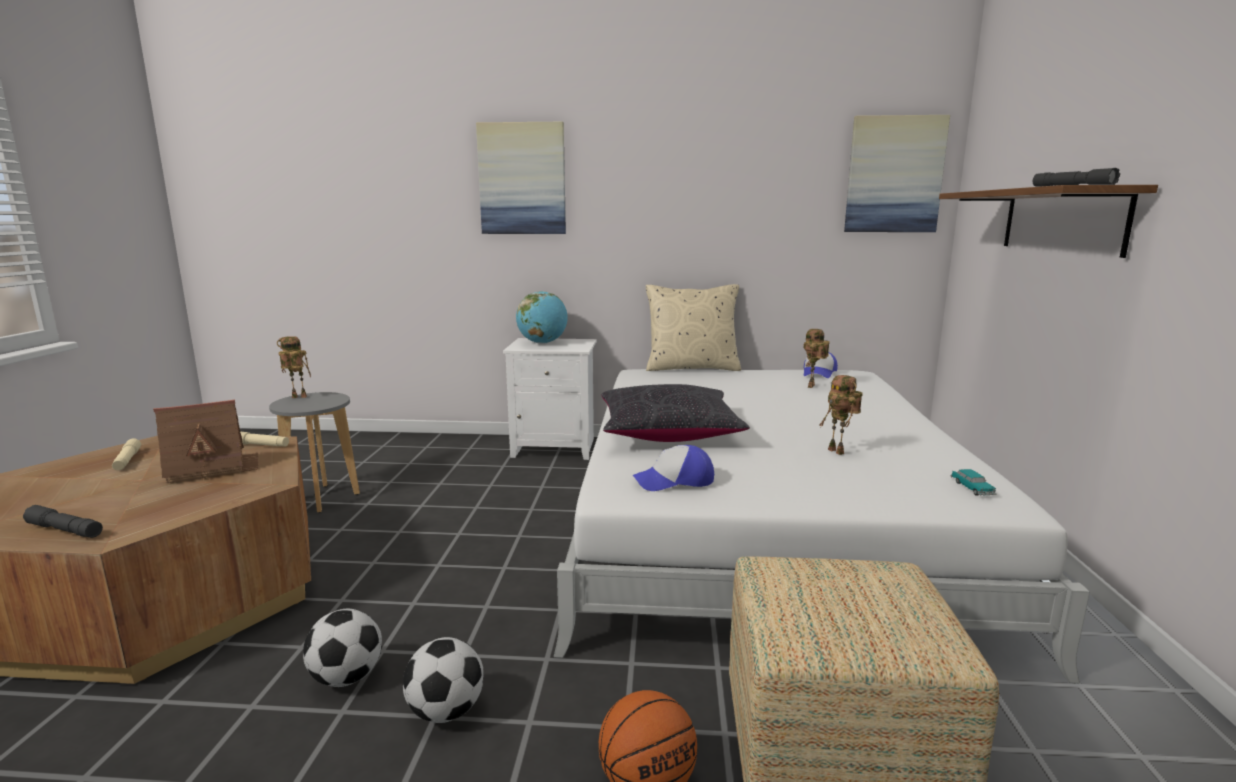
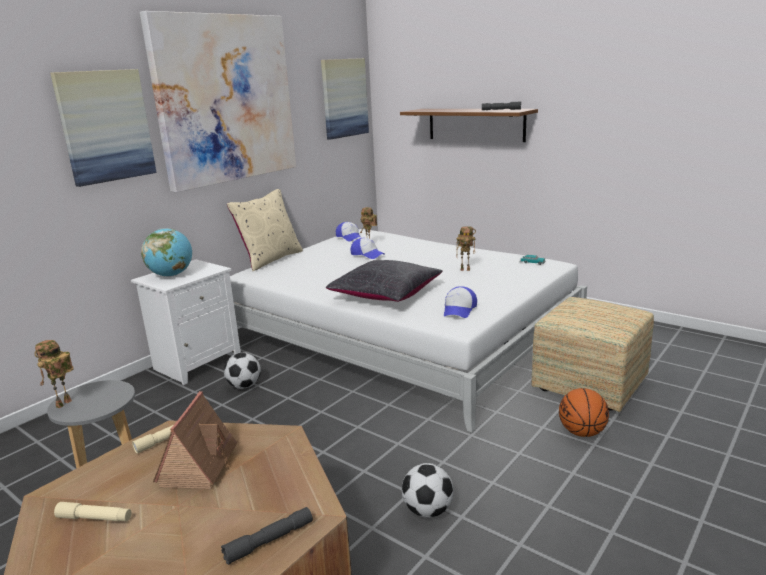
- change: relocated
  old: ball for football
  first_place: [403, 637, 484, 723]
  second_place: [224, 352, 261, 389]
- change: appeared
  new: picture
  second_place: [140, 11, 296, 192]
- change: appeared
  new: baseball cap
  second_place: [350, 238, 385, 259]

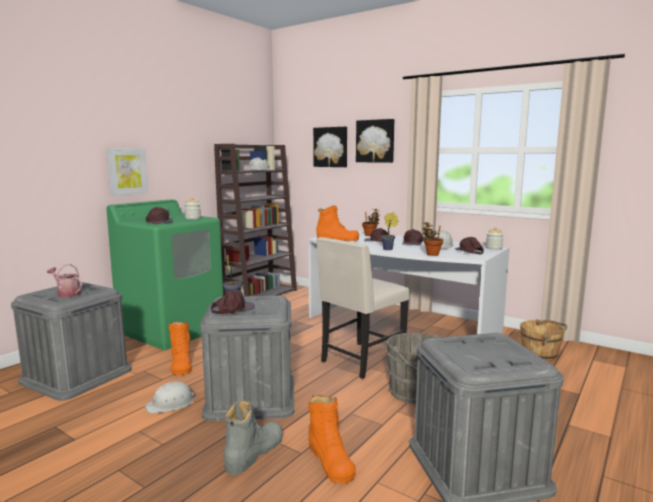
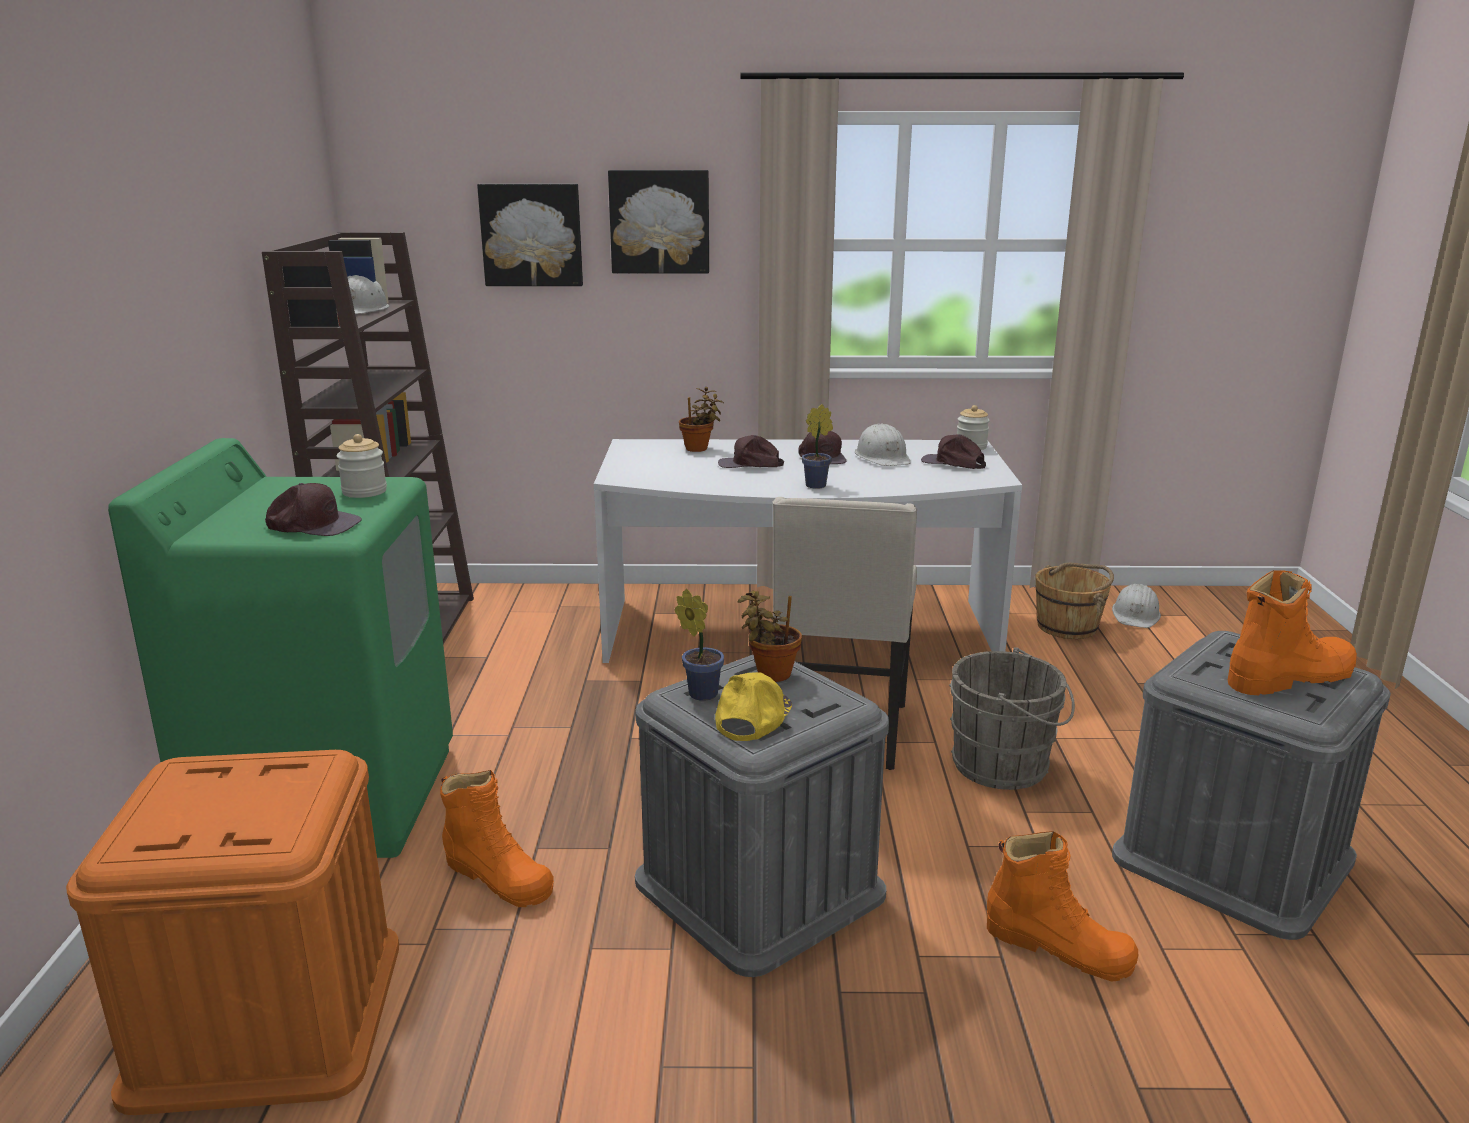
- change: colour
  old: storage bin (greyish)
  new: storage bin (orange)
  first_place: [11, 282, 132, 401]
  second_place: [66, 750, 399, 1115]
- change: missing
  old: sprinkling can
  first_place: [47, 264, 82, 297]
- change: missing
  old: picture
  first_place: [106, 148, 148, 196]
- change: relocated
  old: hard hat (whitish)
  first_place: [145, 381, 195, 414]
  second_place: [1112, 584, 1161, 628]
- change: colour
  old: baseball cap (brown-coloured)
  new: baseball cap (yellow)
  first_place: [211, 290, 255, 314]
  second_place: [715, 672, 792, 741]
- change: missing
  old: high-top boot (greyish)
  first_place: [224, 400, 283, 475]
- change: relocated
  old: high-top boot (orange)
  first_place: [316, 205, 359, 241]
  second_place: [1228, 570, 1357, 695]
- change: relocated
  old: houseplant
  first_place: [423, 222, 443, 256]
  second_place: [738, 591, 802, 682]

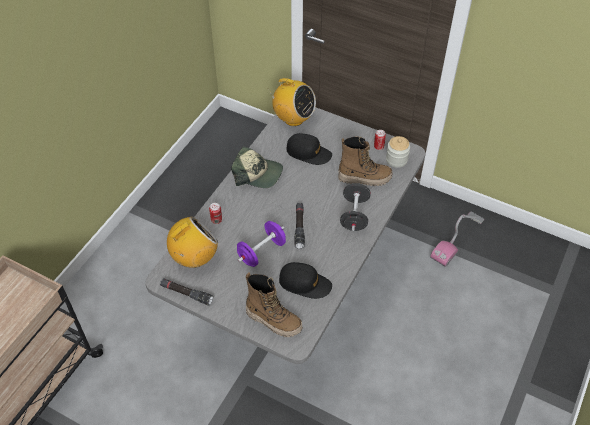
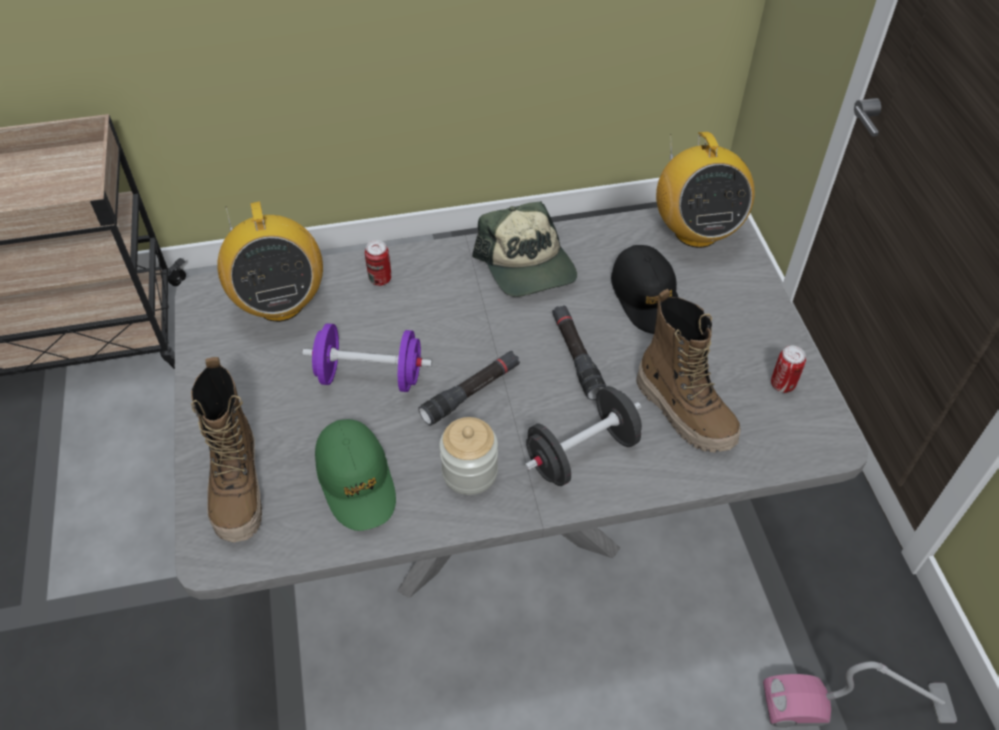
- change: relocated
  old: hand torch (black)
  first_place: [160, 278, 213, 305]
  second_place: [552, 305, 606, 400]
- change: spun
  old: radio set
  first_place: [167, 216, 218, 268]
  second_place: [217, 201, 323, 322]
  degrees: 60
- change: colour
  old: baseball cap (black)
  new: baseball cap (green-coloured)
  first_place: [279, 262, 332, 299]
  second_place: [315, 419, 396, 531]
- change: relocated
  old: storage jar
  first_place: [386, 136, 410, 168]
  second_place: [439, 417, 498, 495]

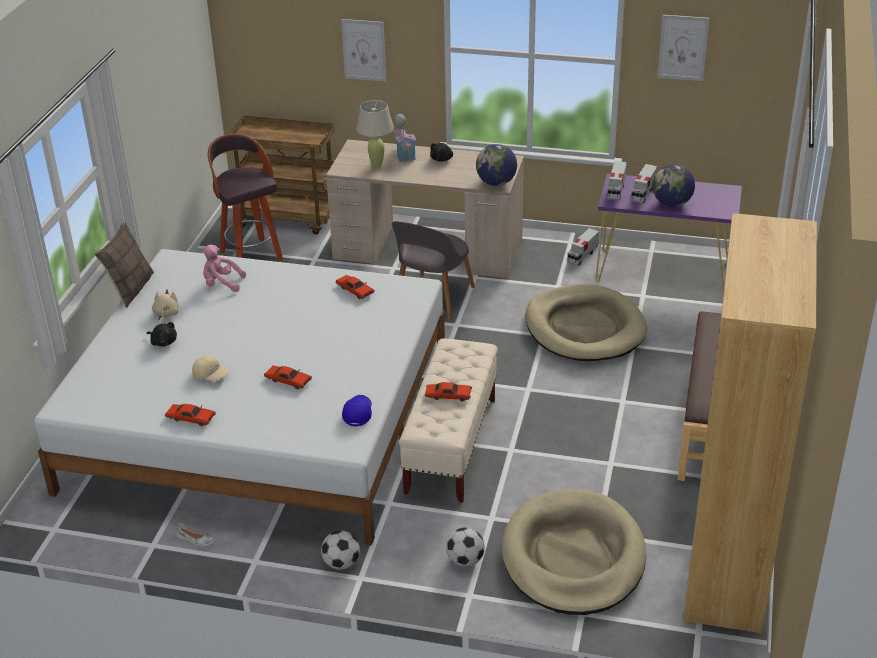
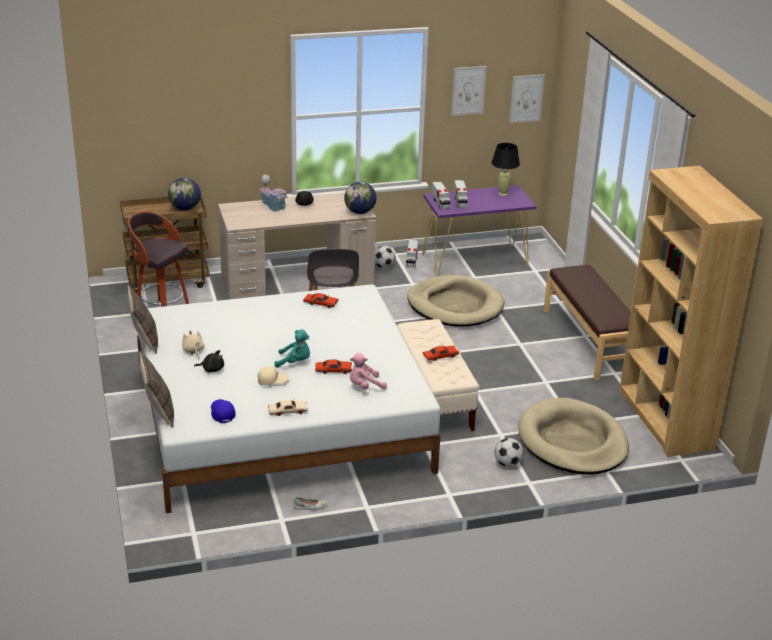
- change: colour
  old: miniature car (red)
  new: miniature car (sand-coloured)
  first_place: [165, 404, 216, 426]
  second_place: [268, 399, 308, 416]
- change: relocated
  old: soft toy (pinkish)
  first_place: [202, 244, 246, 292]
  second_place: [350, 353, 387, 390]
- change: relocated
  old: ball for football
  first_place: [321, 530, 360, 570]
  second_place: [375, 246, 395, 268]
- change: relocated
  old: picture
  first_place: [341, 19, 386, 81]
  second_place: [509, 74, 545, 123]
- change: relocated
  old: baseball cap (bluish)
  first_place: [342, 395, 372, 427]
  second_place: [211, 399, 236, 423]
- change: missing
  old: table lamp (sand-coloured)
  first_place: [356, 100, 394, 170]
- change: relocated
  old: globe
  first_place: [653, 164, 695, 207]
  second_place: [168, 178, 201, 211]
- change: appeared
  new: throw pillow
  second_place: [139, 351, 174, 427]
- change: appeared
  new: soft toy (blue-green)
  second_place: [275, 329, 310, 368]
- change: appeared
  new: table lamp (black)
  second_place: [492, 143, 520, 196]

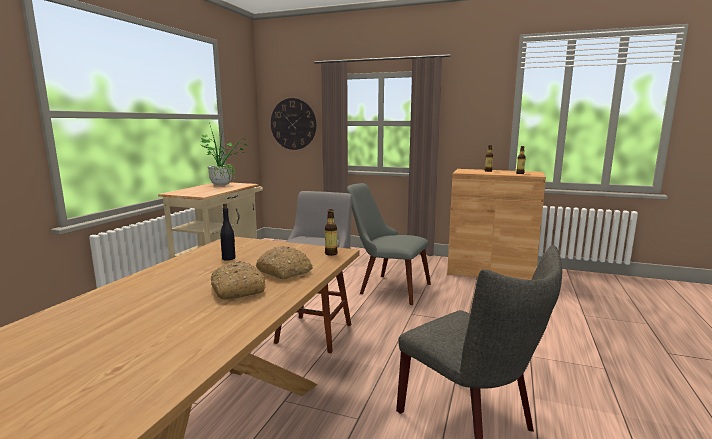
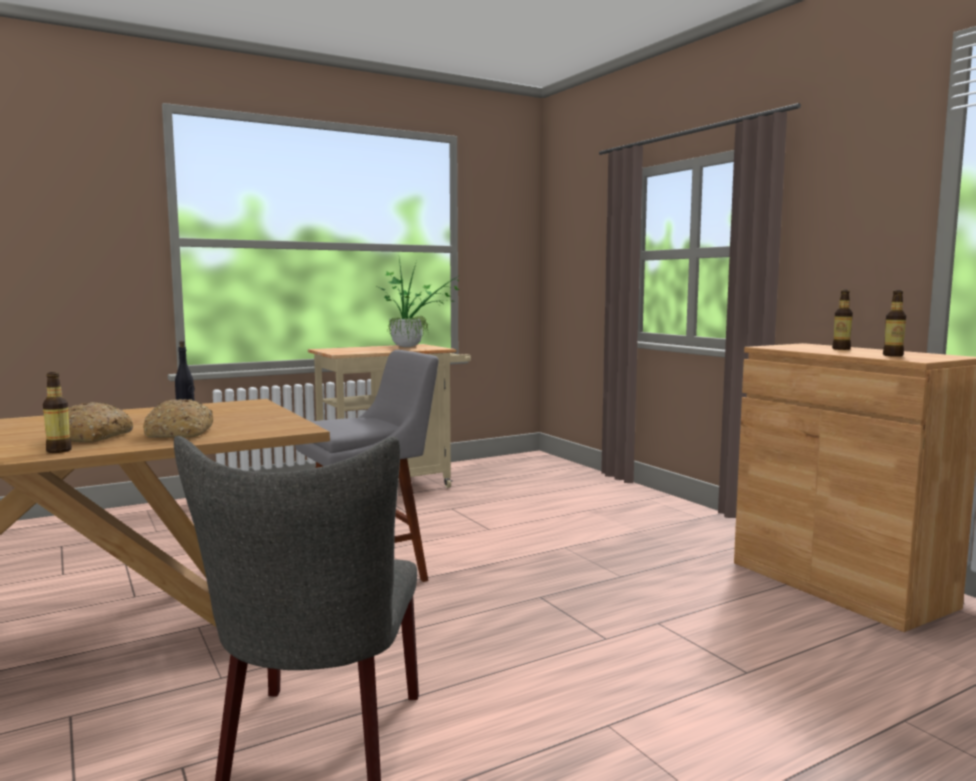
- change: missing
  old: clock on the wall
  first_place: [271, 98, 316, 150]
- change: relocated
  old: drink bottle
  first_place: [325, 209, 338, 256]
  second_place: [43, 372, 72, 453]
- change: missing
  old: upright chair (greyish)
  first_place: [347, 183, 431, 305]

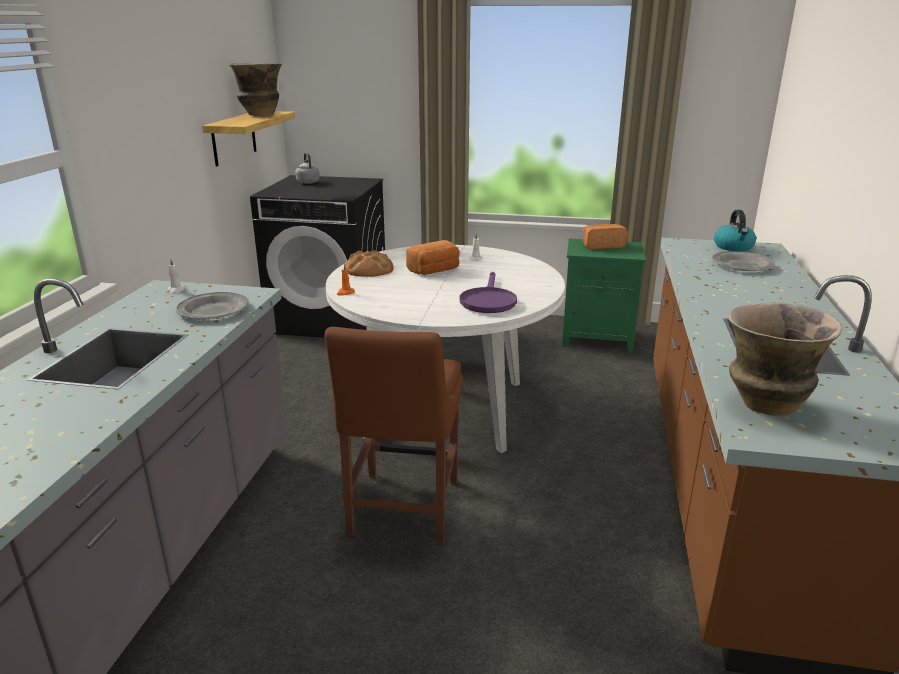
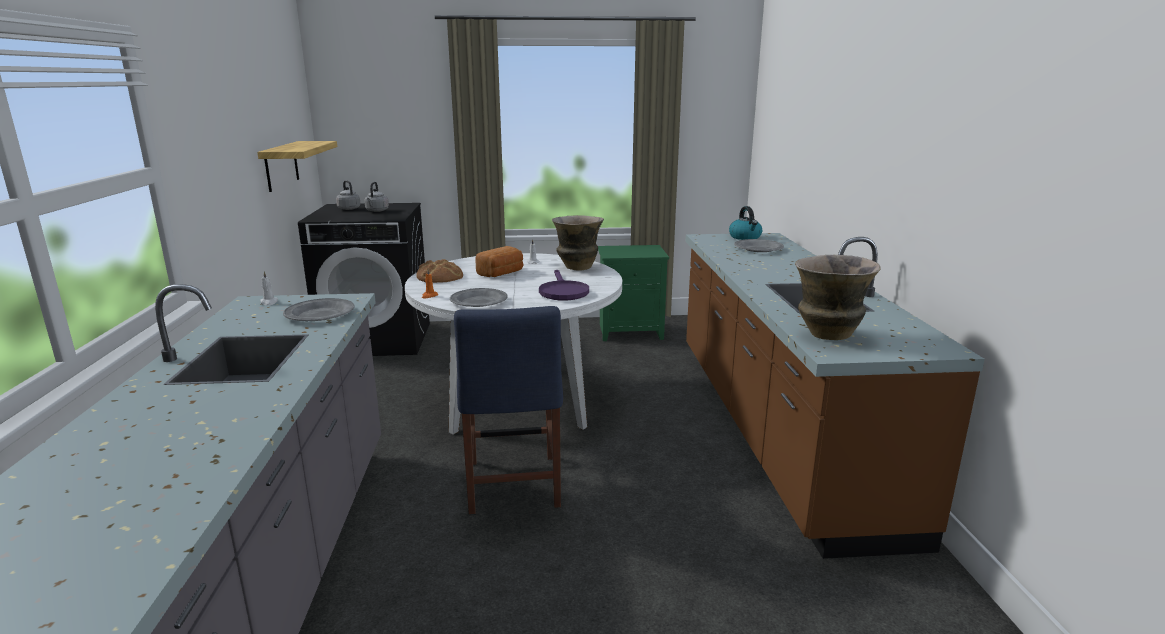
- change: relocated
  old: flower vase
  first_place: [229, 63, 282, 116]
  second_place: [552, 215, 604, 271]
- change: colour
  old: upright chair (brown-coloured)
  new: upright chair (bluish)
  first_place: [324, 327, 463, 544]
  second_place: [454, 306, 563, 514]
- change: missing
  old: bakery bread
  first_place: [583, 224, 628, 249]
- change: appeared
  new: water kettle (greyish)
  second_place: [364, 182, 389, 212]
- change: appeared
  new: plate (greyish)
  second_place: [450, 288, 508, 307]

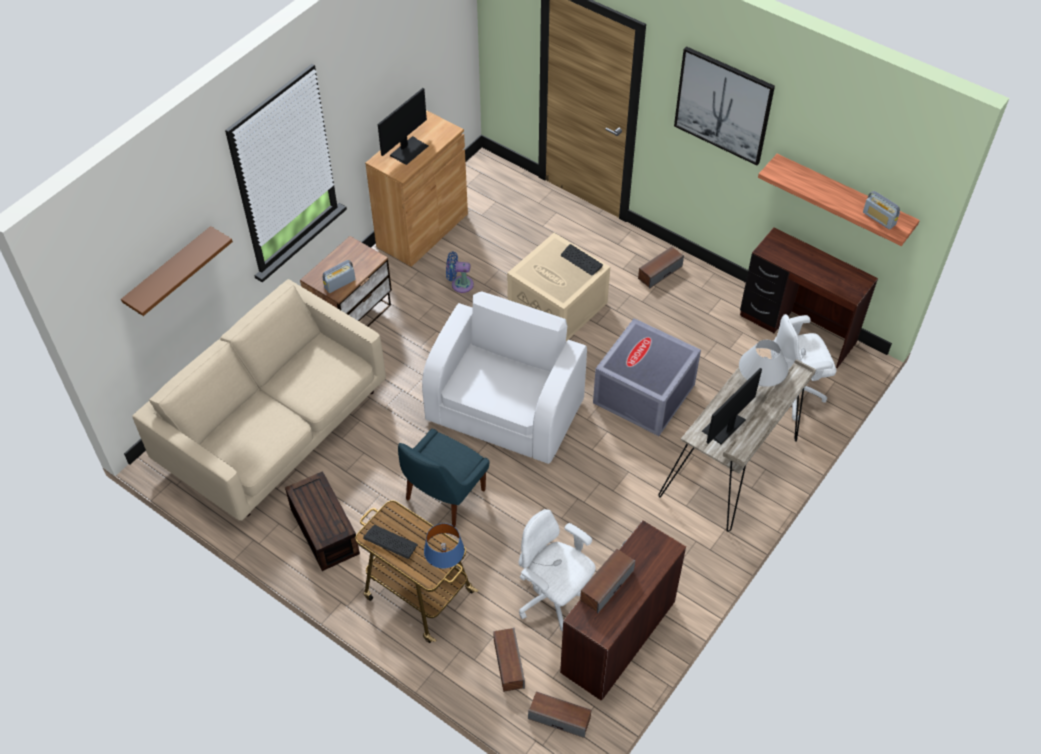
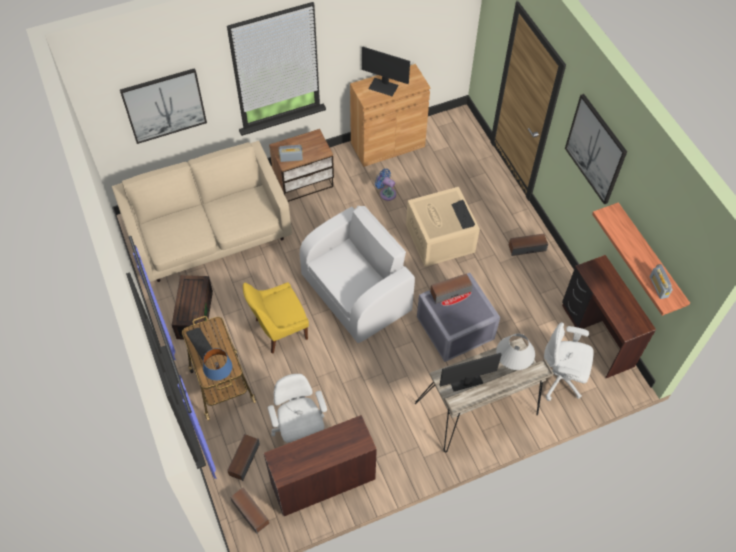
- change: exchanged
  old: bracket shelf (brown-coloured)
  new: picture
  first_place: [121, 226, 233, 316]
  second_place: [120, 68, 207, 144]
- change: spun
  old: computer display
  first_place: [378, 88, 429, 165]
  second_place: [362, 46, 410, 96]
  degrees: 45
- change: colour
  old: upright chair (bluish)
  new: upright chair (yellow)
  first_place: [398, 429, 489, 527]
  second_place: [243, 282, 309, 354]
- change: relocated
  old: loudspeaker
  first_place: [580, 549, 635, 613]
  second_place: [430, 273, 473, 304]

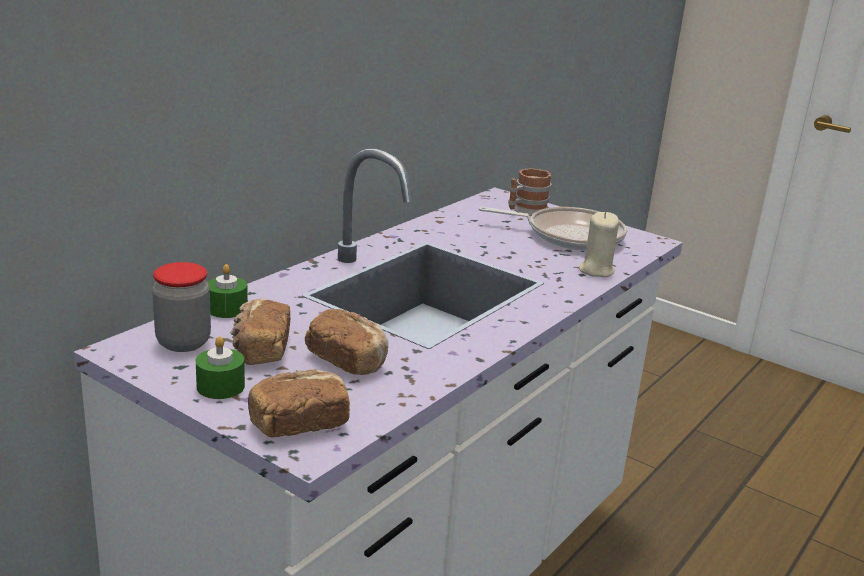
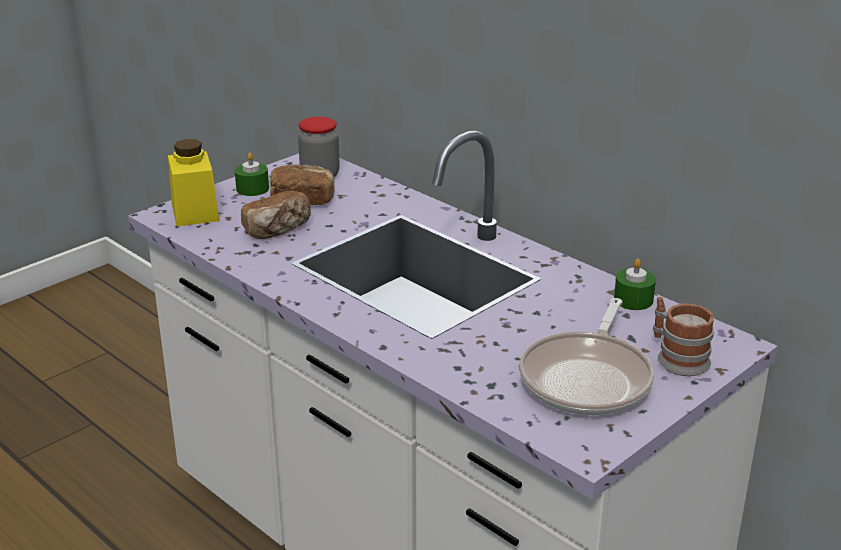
- change: relocated
  old: wax candle (green-coloured)
  first_place: [208, 264, 248, 318]
  second_place: [614, 259, 656, 310]
- change: exchanged
  old: bakery bread
  new: storage jar (yellow)
  first_place: [248, 369, 350, 437]
  second_place: [168, 139, 219, 226]
- change: missing
  old: wax candle (sand-coloured)
  first_place: [579, 212, 619, 277]

